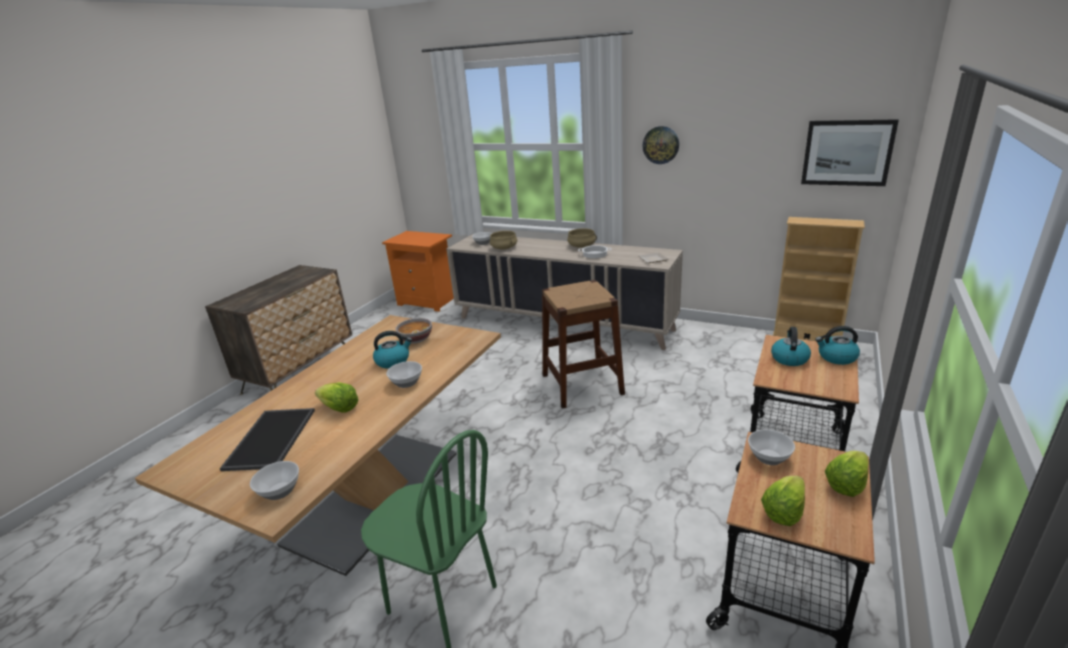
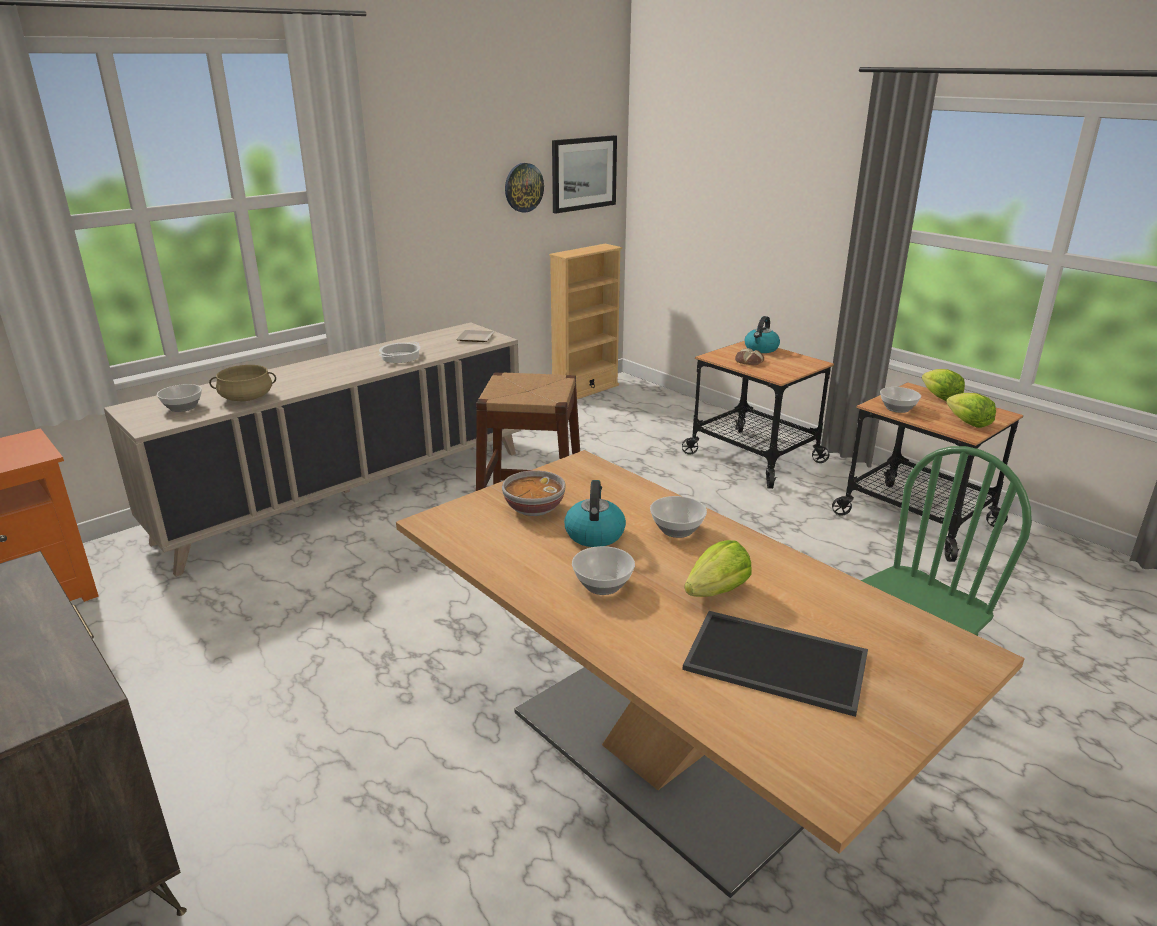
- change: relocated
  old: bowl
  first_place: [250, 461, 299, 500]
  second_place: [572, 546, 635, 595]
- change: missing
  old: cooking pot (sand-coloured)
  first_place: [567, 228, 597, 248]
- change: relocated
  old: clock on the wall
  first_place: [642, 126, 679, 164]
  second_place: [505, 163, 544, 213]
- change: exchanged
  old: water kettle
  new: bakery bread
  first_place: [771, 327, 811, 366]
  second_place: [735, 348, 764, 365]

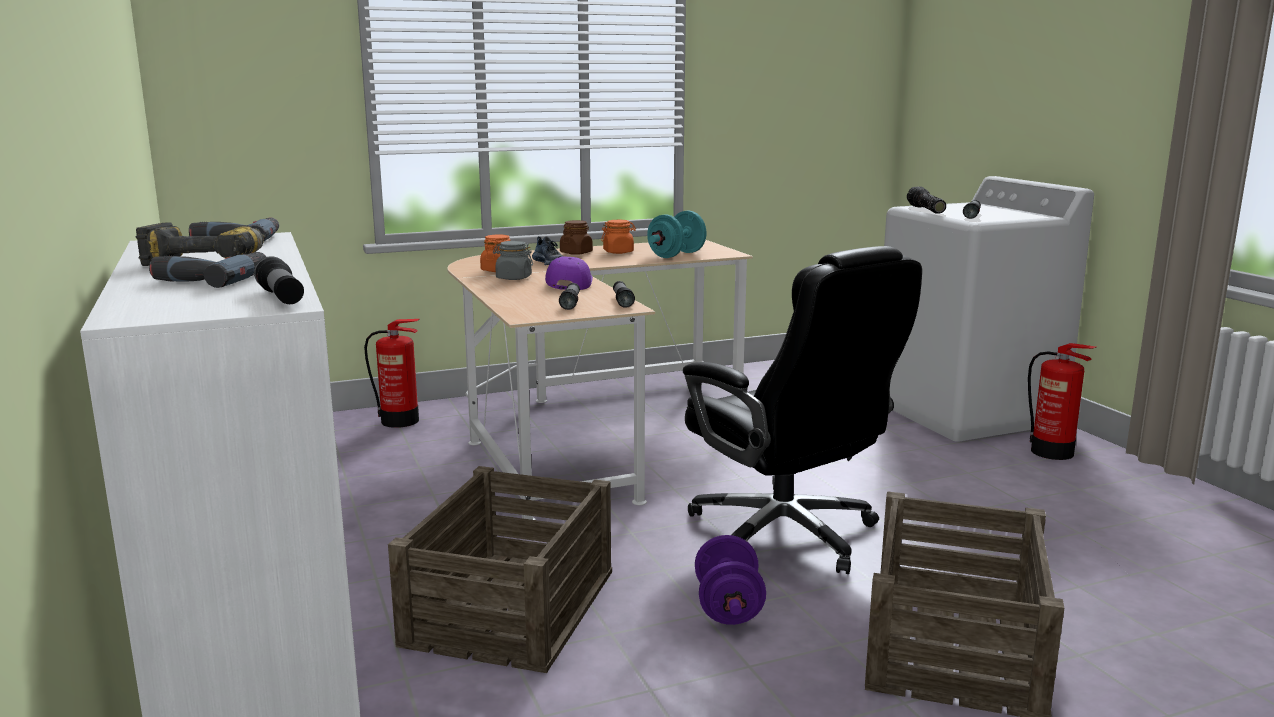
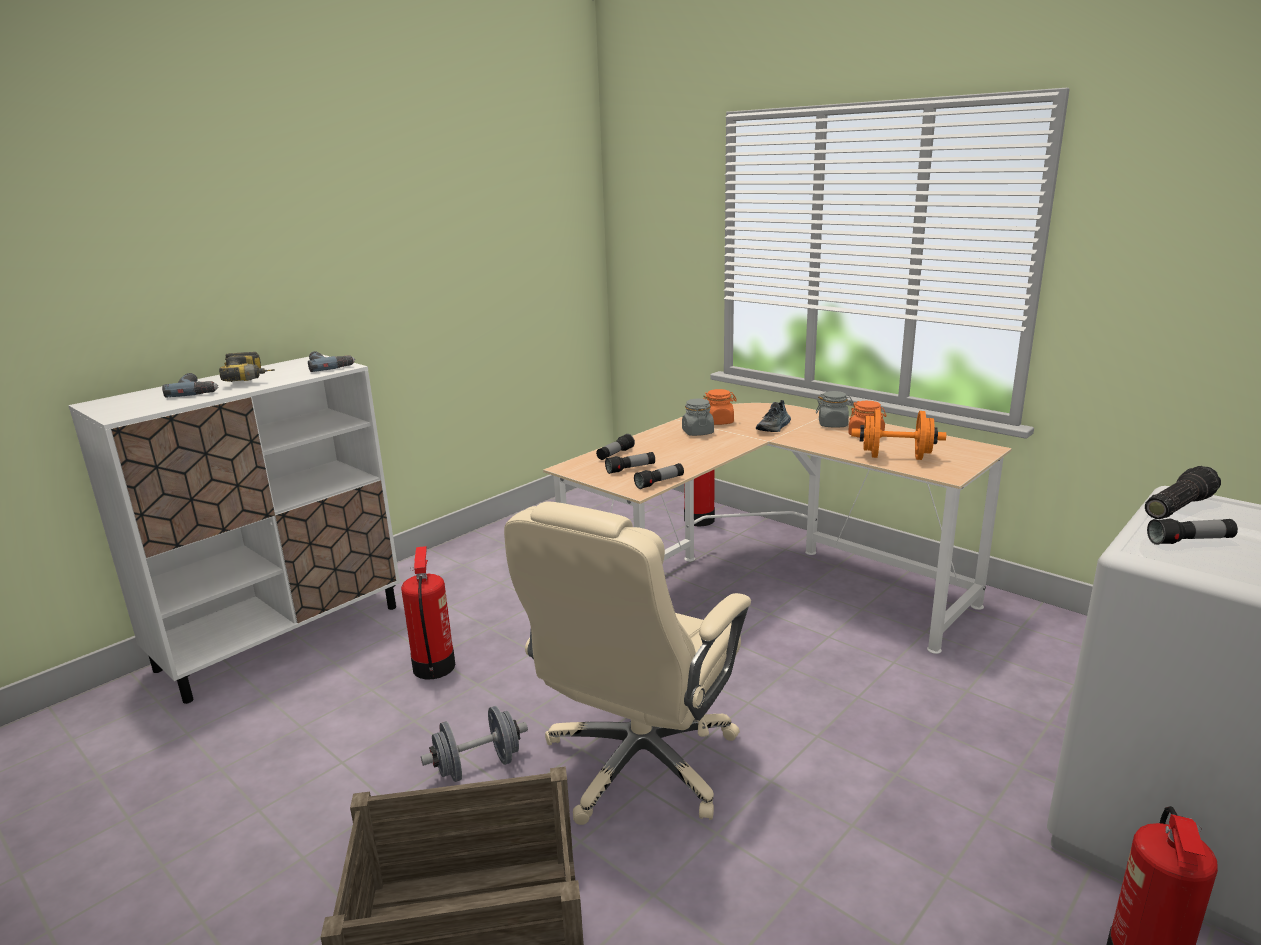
- change: relocated
  old: hand torch
  first_place: [254, 256, 304, 304]
  second_place: [596, 434, 635, 460]
- change: exchanged
  old: packing crate
  new: fire-fighting cylinder
  first_place: [388, 466, 612, 673]
  second_place: [401, 546, 455, 680]
- change: missing
  old: baseball cap (purple-coloured)
  first_place: [545, 256, 593, 290]
- change: colour
  old: storage jar (brown-coloured)
  new: storage jar (greyish)
  first_place: [560, 220, 593, 255]
  second_place: [816, 391, 854, 428]
- change: colour
  old: free weight (blue-green)
  new: free weight (orange)
  first_place: [647, 210, 706, 258]
  second_place: [851, 409, 946, 460]
- change: colour
  old: computer chair (black)
  new: computer chair (sand-coloured)
  first_place: [683, 246, 922, 574]
  second_place: [504, 501, 751, 825]
- change: colour
  old: free weight (purple-coloured)
  new: free weight (greyish)
  first_place: [695, 535, 766, 625]
  second_place: [421, 706, 528, 782]

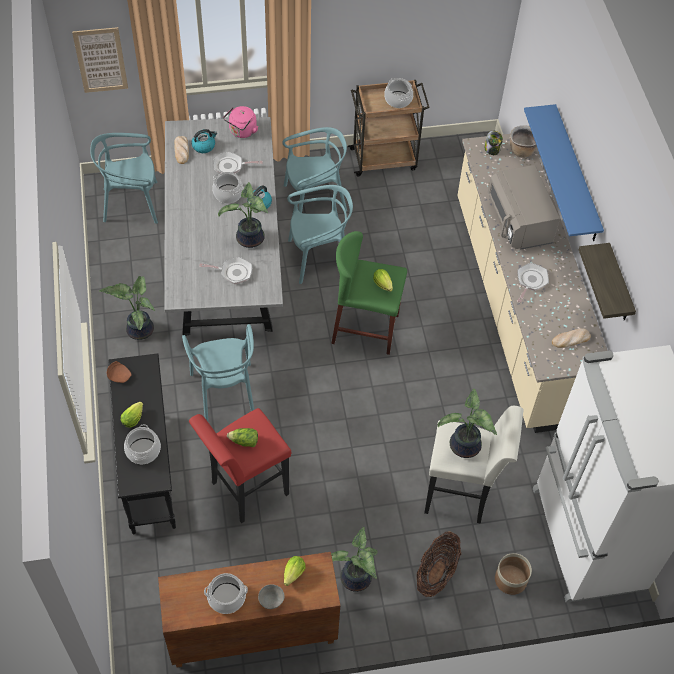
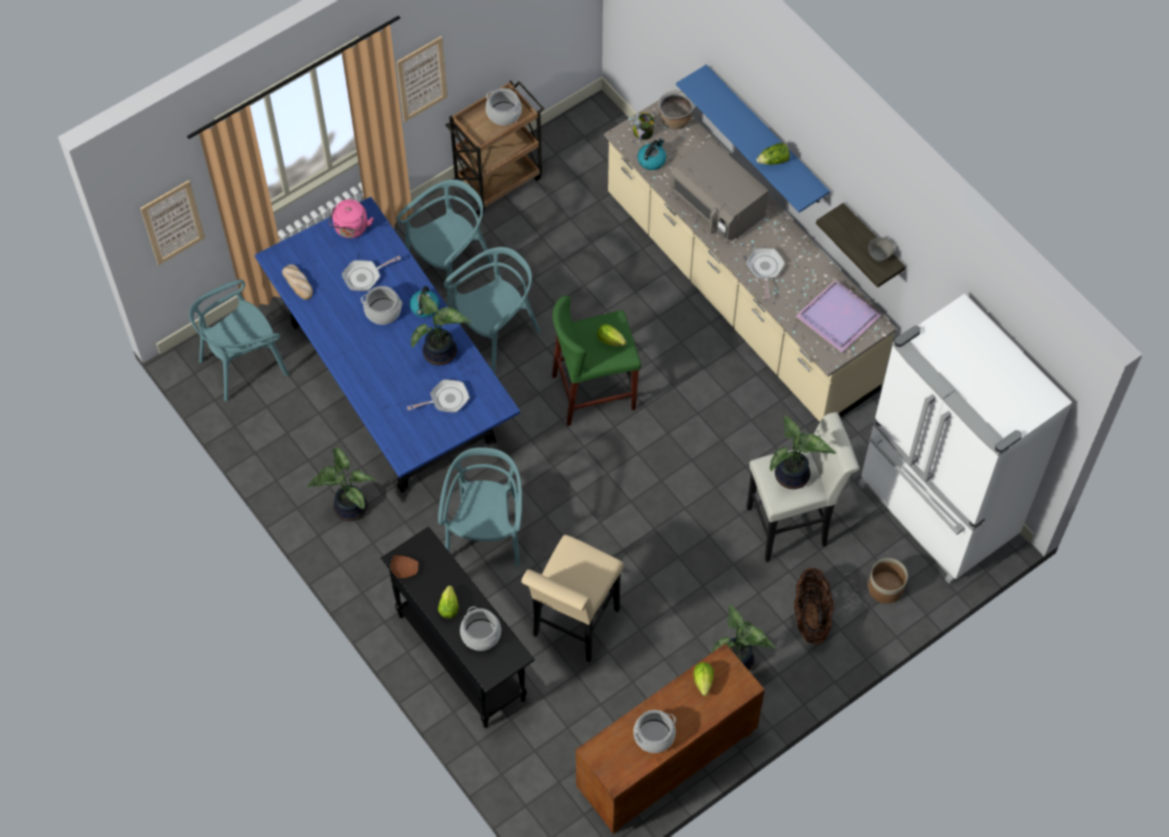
- change: colour
  old: kitchen table (greyish)
  new: kitchen table (bluish)
  first_place: [164, 117, 283, 336]
  second_place: [255, 197, 520, 493]
- change: spun
  old: upright chair (blue-green)
  first_place: [182, 324, 254, 421]
  second_place: [438, 447, 522, 567]
  degrees: -135
- change: colour
  old: stool seat (red)
  new: stool seat (sand-coloured)
  first_place: [189, 408, 291, 523]
  second_place: [521, 535, 623, 662]
- change: relocated
  old: water kettle
  first_place: [192, 129, 217, 153]
  second_place: [637, 138, 666, 170]
- change: relocated
  old: lettuce
  first_place: [227, 428, 258, 447]
  second_place: [756, 143, 790, 165]
- change: relocated
  old: bowl (greyish)
  first_place: [258, 584, 285, 609]
  second_place: [868, 237, 894, 262]
- change: exchanged
  old: bakery bread
  new: carrying tray (purple-coloured)
  first_place: [552, 328, 591, 348]
  second_place: [796, 279, 881, 353]
- change: appeared
  new: picture
  second_place: [397, 36, 448, 122]

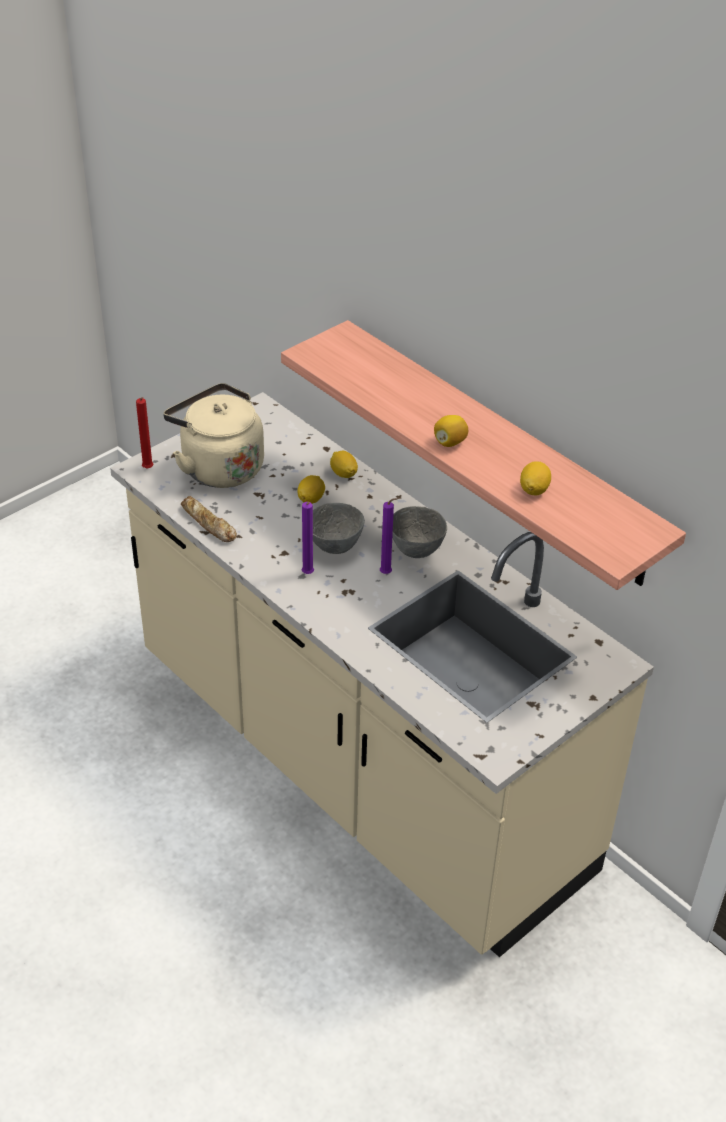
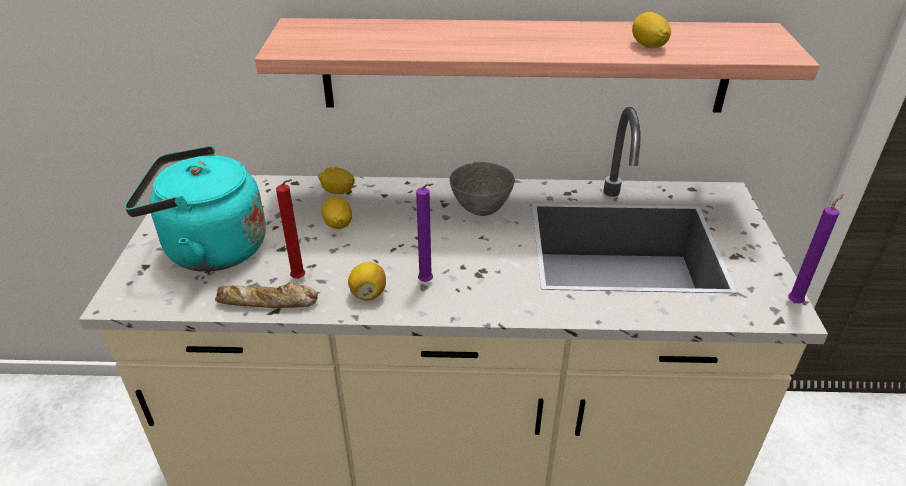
- change: relocated
  old: wax candle (red)
  first_place: [136, 397, 153, 469]
  second_place: [276, 179, 305, 279]
- change: colour
  old: water kettle (sand-coloured)
  new: water kettle (blue-green)
  first_place: [163, 383, 264, 488]
  second_place: [125, 146, 266, 272]
- change: missing
  old: bowl (greyish)
  first_place: [313, 503, 365, 554]
- change: relocated
  old: wax candle (purple-coloured)
  first_place: [380, 498, 400, 574]
  second_place: [788, 194, 844, 303]
- change: relocated
  old: citrus fruit
  first_place: [434, 415, 468, 447]
  second_place: [348, 262, 386, 301]

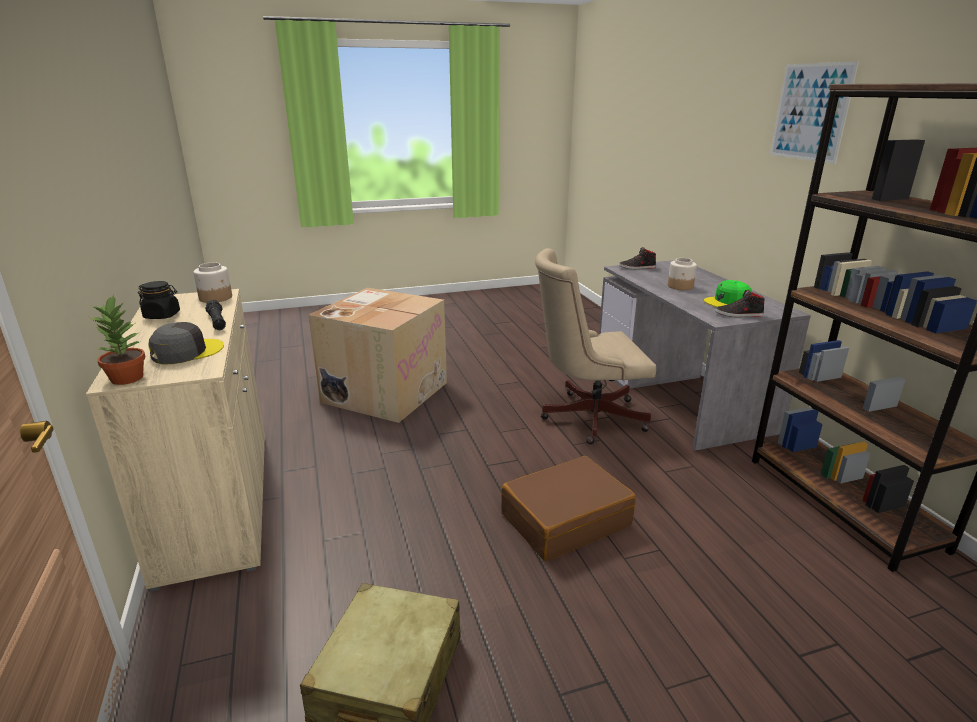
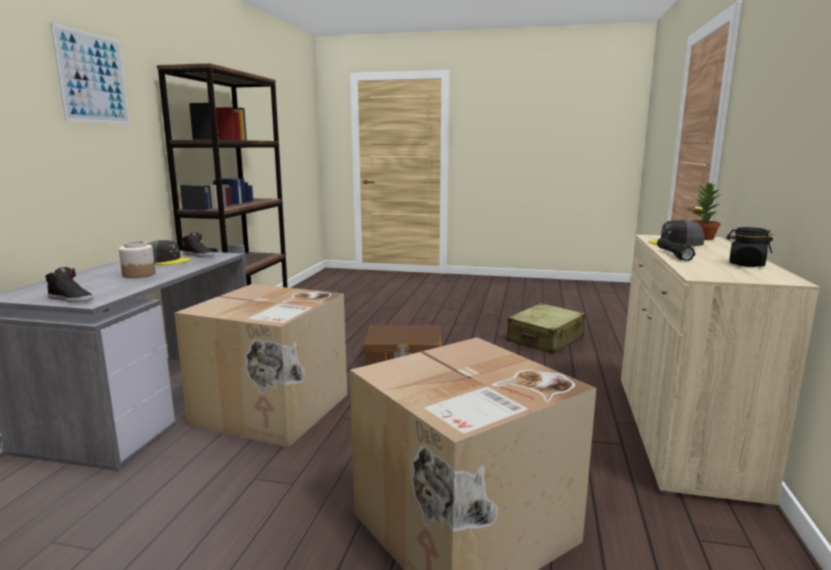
- change: missing
  old: storage jar
  first_place: [193, 262, 232, 303]
- change: exchanged
  old: computer chair (sand-coloured)
  new: cardboard box
  first_place: [535, 248, 656, 444]
  second_place: [174, 284, 347, 447]
- change: colour
  old: baseball cap (green-coloured)
  new: baseball cap (greyish)
  first_place: [704, 280, 752, 307]
  second_place: [147, 240, 191, 265]

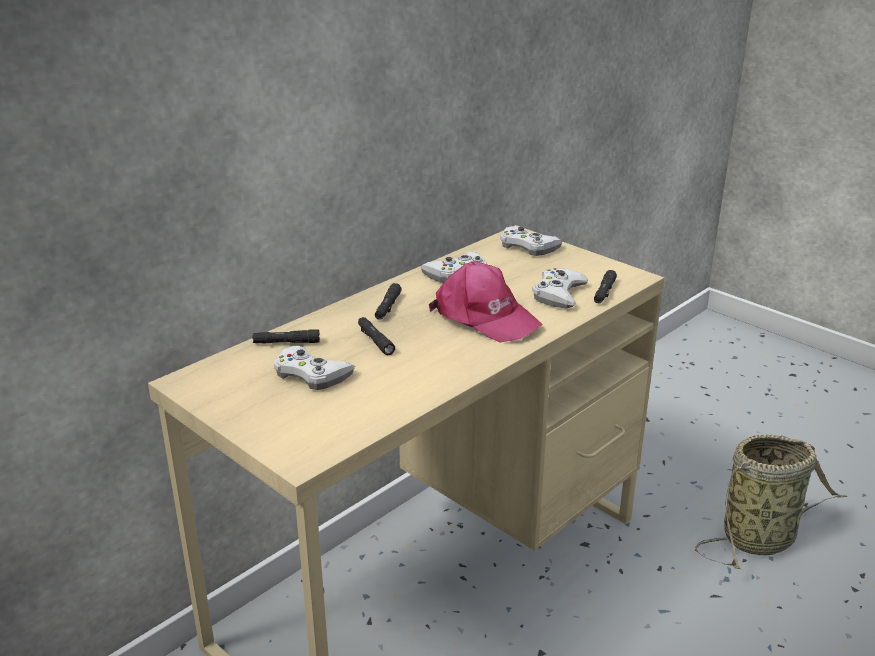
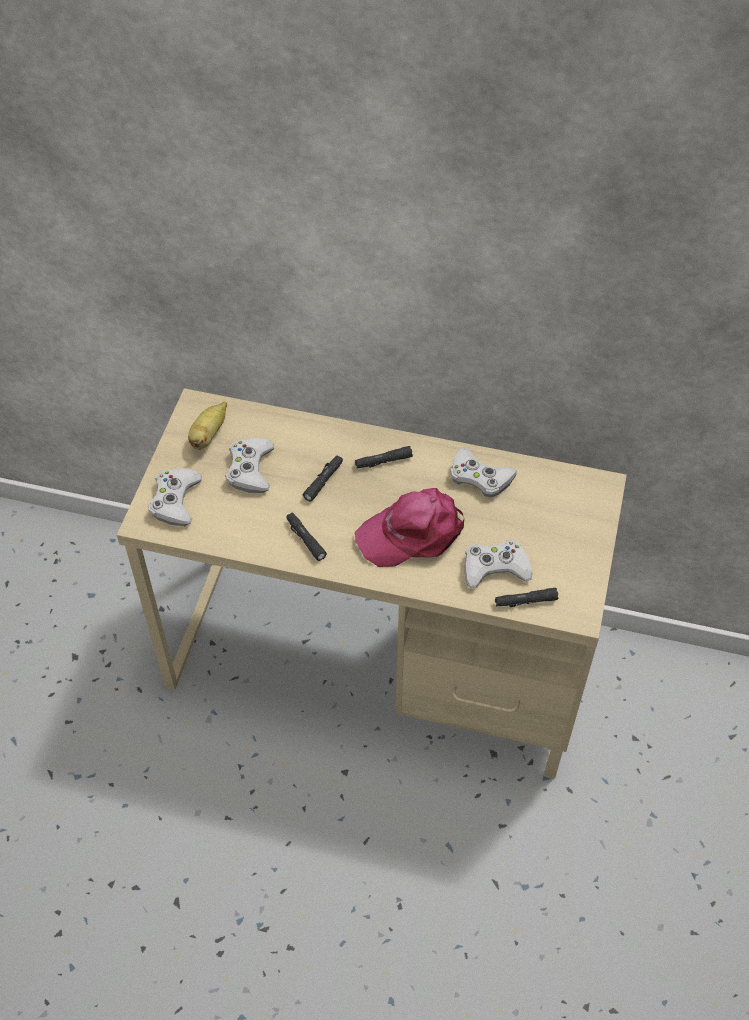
- change: relocated
  old: hand torch (black)
  first_place: [252, 330, 320, 343]
  second_place: [287, 513, 327, 561]
- change: spun
  old: baseball cap (pinkish)
  first_place: [429, 261, 543, 342]
  second_place: [355, 488, 464, 567]
  degrees: 60
- change: relocated
  old: joypad (whitish)
  first_place: [500, 226, 562, 256]
  second_place: [148, 468, 202, 526]
- change: missing
  old: storage basket
  first_place: [695, 435, 848, 569]
- change: appeared
  new: whole banana
  second_place: [188, 402, 227, 450]

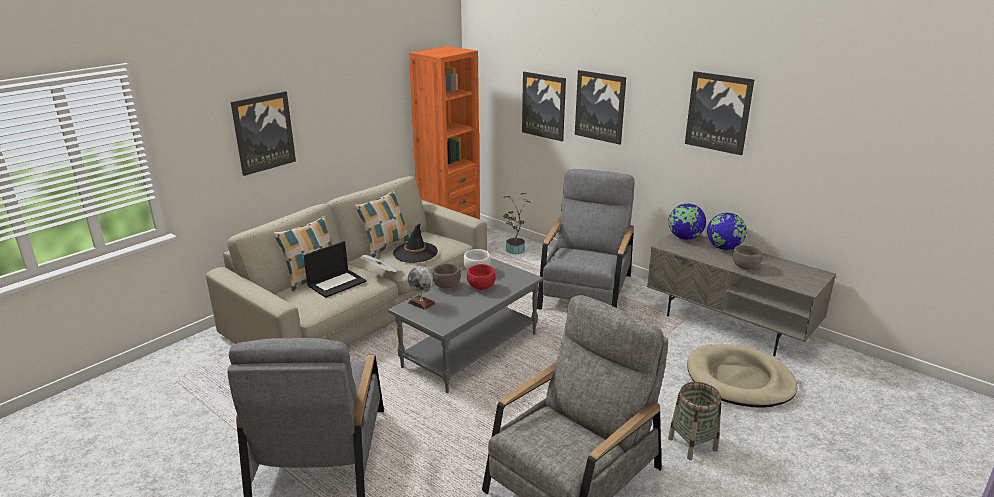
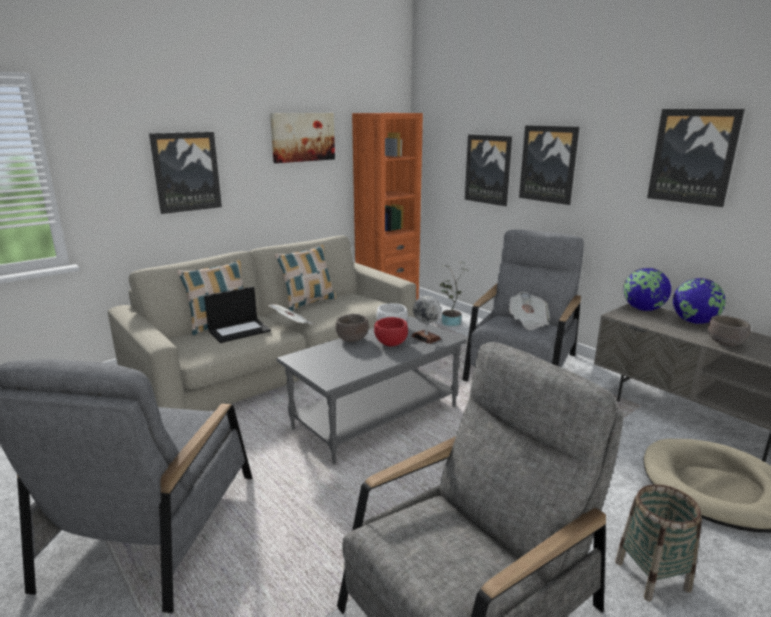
- change: missing
  old: wearable hat (black)
  first_place: [393, 224, 438, 263]
- change: relocated
  old: globe
  first_place: [408, 266, 435, 310]
  second_place: [411, 296, 441, 344]
- change: appeared
  new: picture
  second_place: [270, 113, 335, 163]
- change: appeared
  new: daily paper
  second_place: [509, 292, 550, 330]

